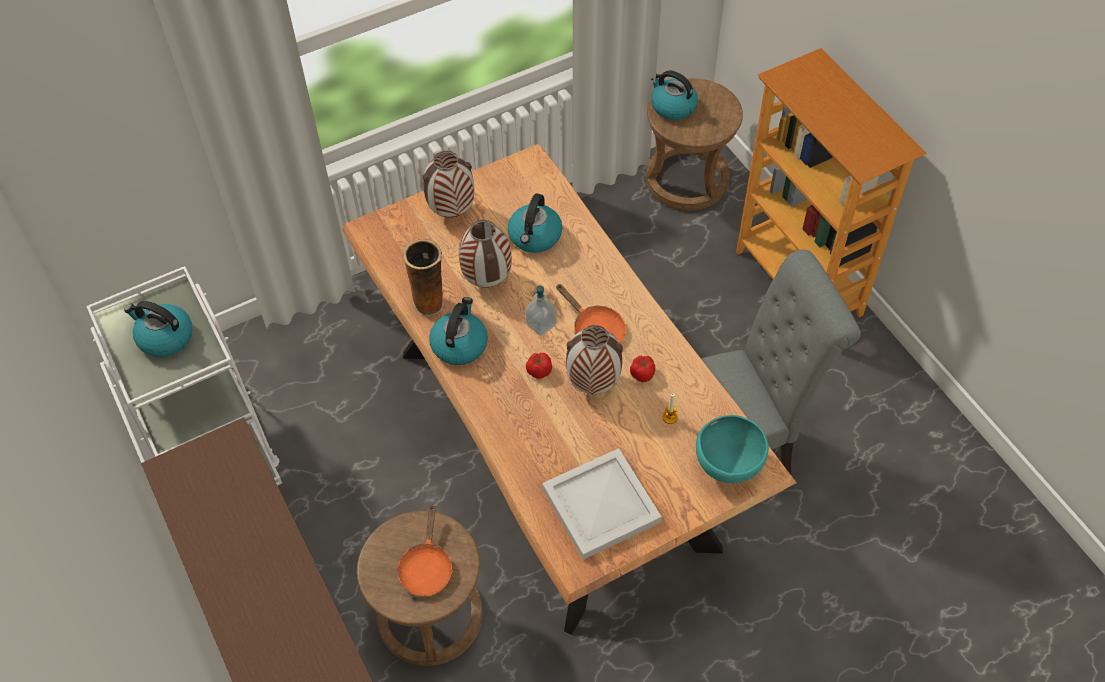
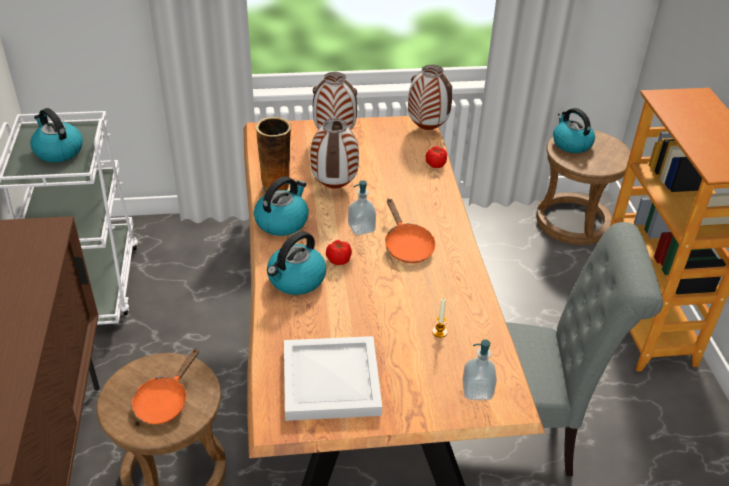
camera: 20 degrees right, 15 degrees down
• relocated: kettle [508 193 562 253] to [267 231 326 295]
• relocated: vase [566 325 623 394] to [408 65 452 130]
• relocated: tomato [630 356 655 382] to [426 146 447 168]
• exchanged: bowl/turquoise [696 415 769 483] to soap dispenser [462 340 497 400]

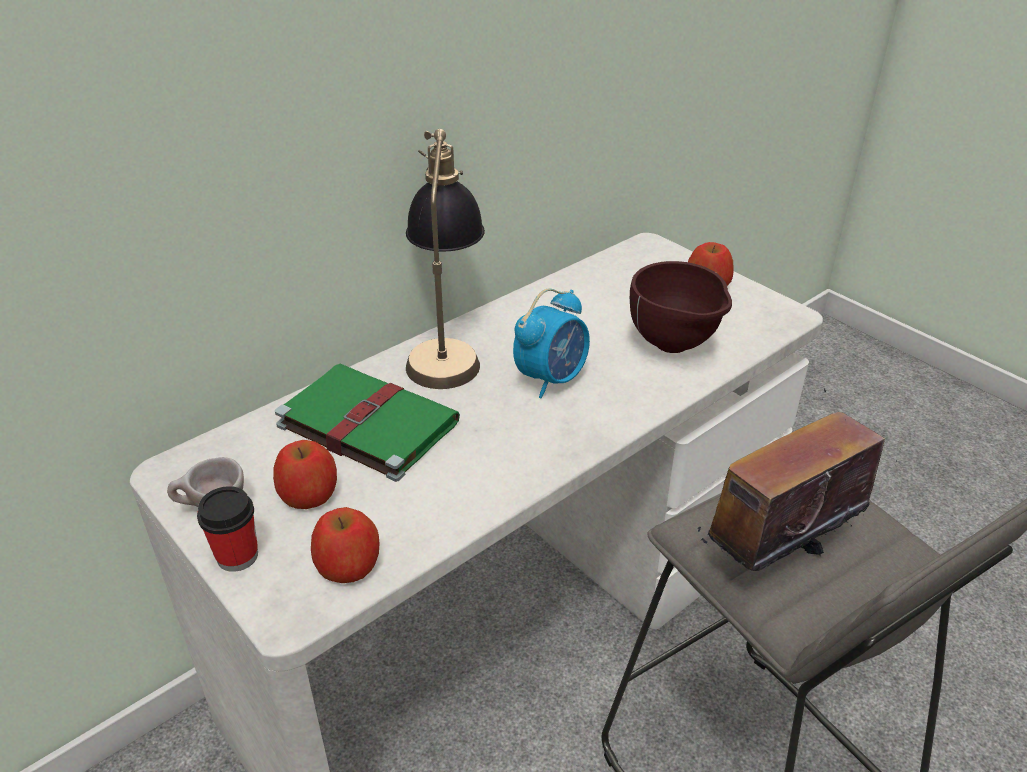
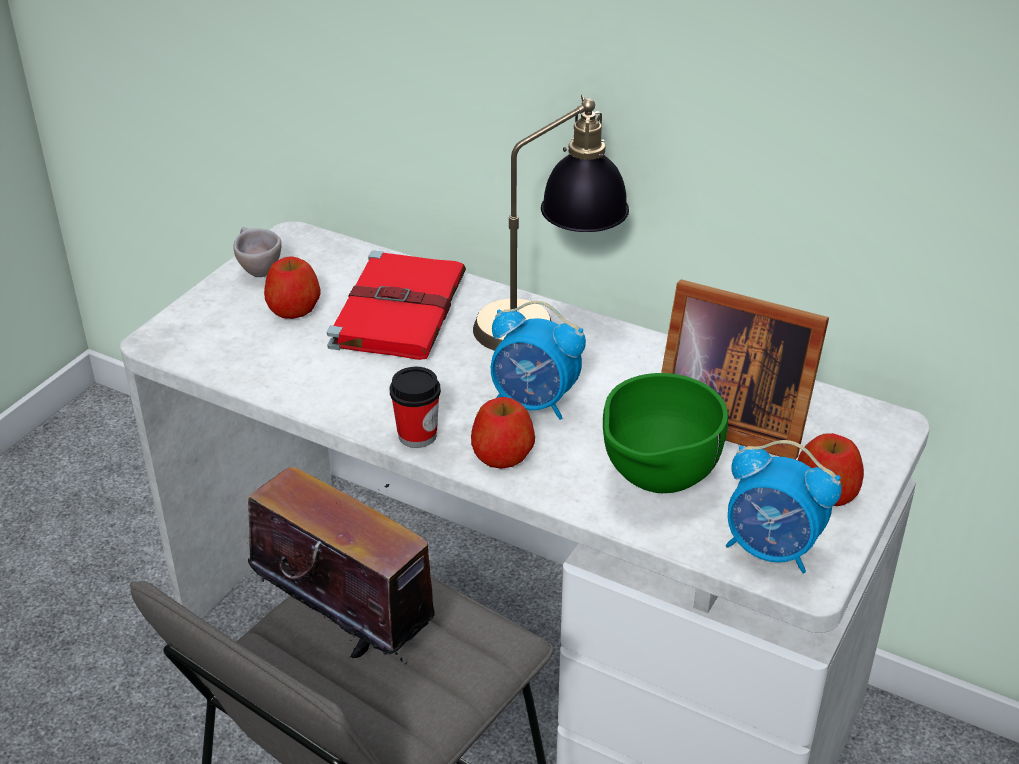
camera: 70 degrees right, 0 degrees up
• colour: bowl/brown [630 261 732 353] to bowl/green [603 373 728 493]
• colour: book/green [275 364 460 482] to book/red [327 250 466 360]
• relocated: cup [197 486 258 572] to [390 367 441 448]
• relocated: apple [311 507 379 583] to [471 397 535 469]
• appeared: picture frame [661 279 829 460]
• appeared: alarm clock [726 440 842 573]

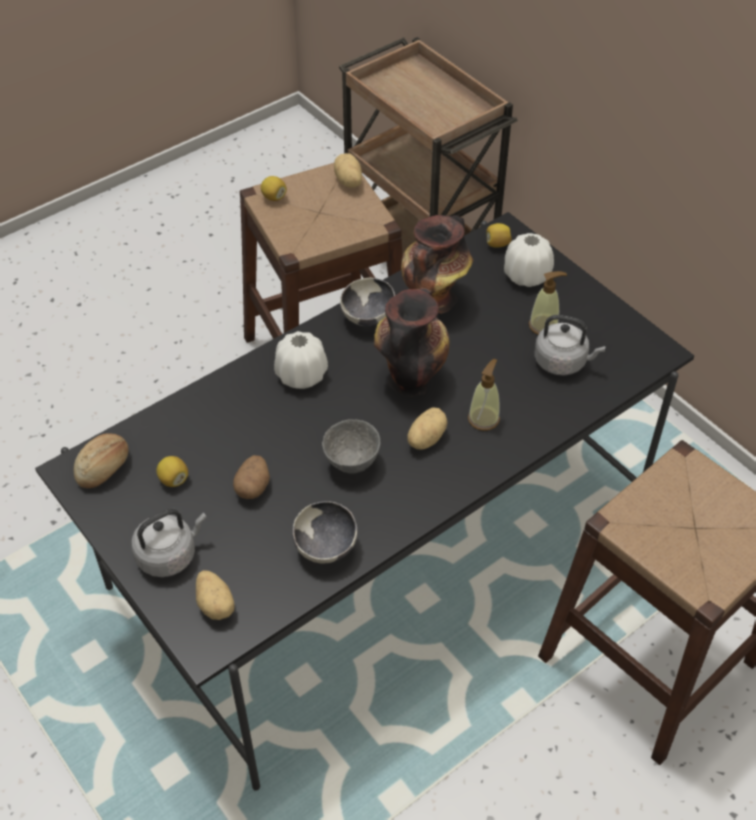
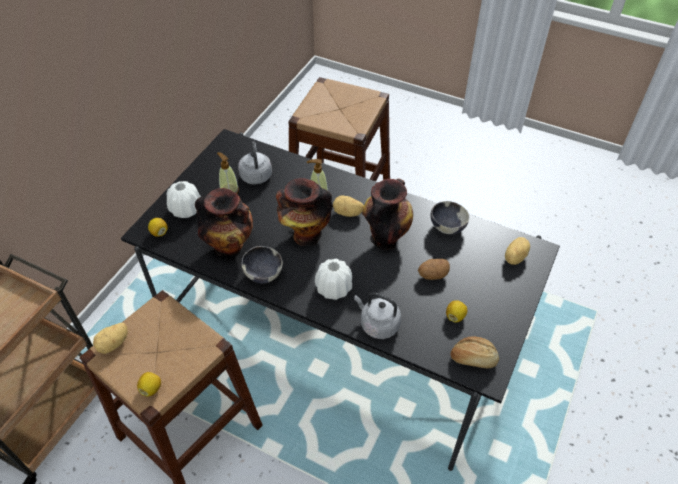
camera: 115 degrees left, 0 degrees up
• exchanged: bowl/grey [322 419 380 474] to vase [362 178 413 250]
• relocated: kettle/grey [132 509 207 577] to [354 292 401 339]

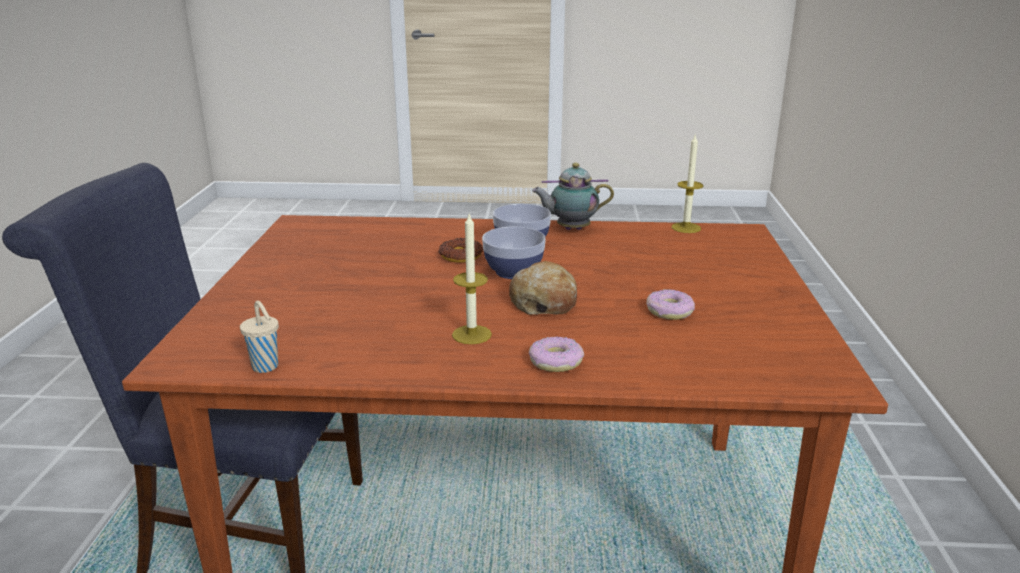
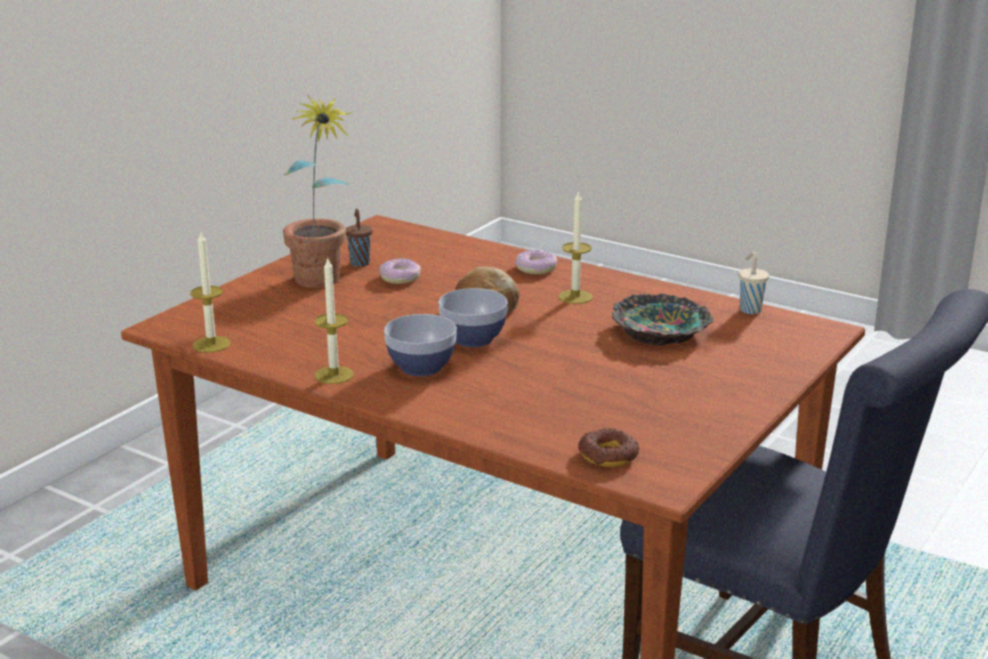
camera: 150 degrees left, 0 degrees up
• exchanged: teapot [532 162 614 230] to candle [314 256 354 384]
• relocated: donut [439 238 483 263] to [578 428 639 467]
• appeared: potted plant [283 95 353 288]
• appeared: cup/brown [346 209 373 267]
• appeared: bowl [612 293 714 346]

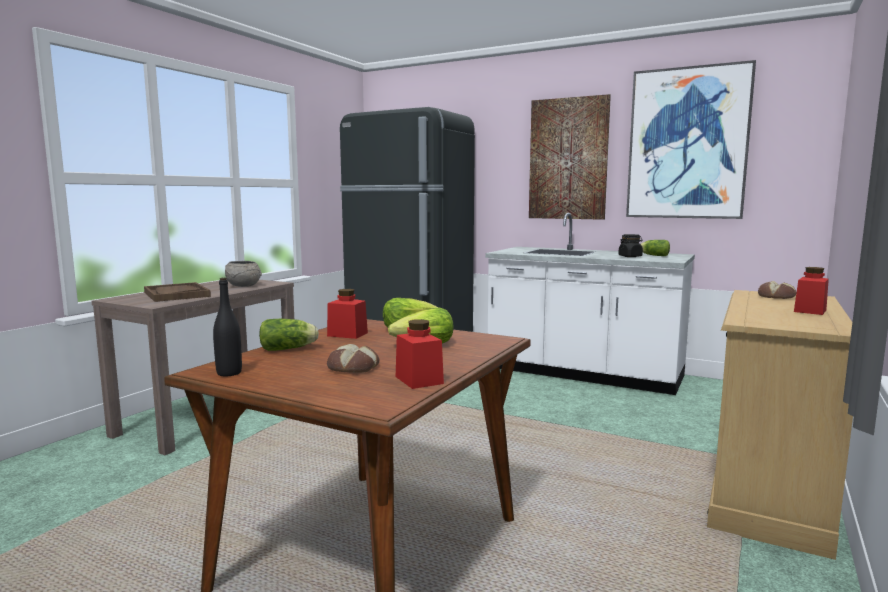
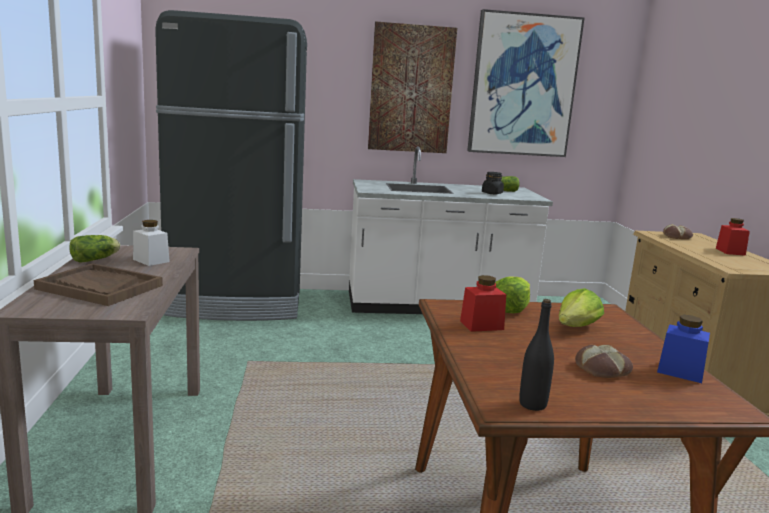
camera: 35 degrees left, 5 degrees up
• exchanged: bowl/grey [225 261 262 287] to jar/white [133 220 170 266]
• relocated: lettuce [259 319 319 351] to [69 235 120 263]
• colour: jar/red [396 319 444 389] to jar/blue [657 315 710 383]

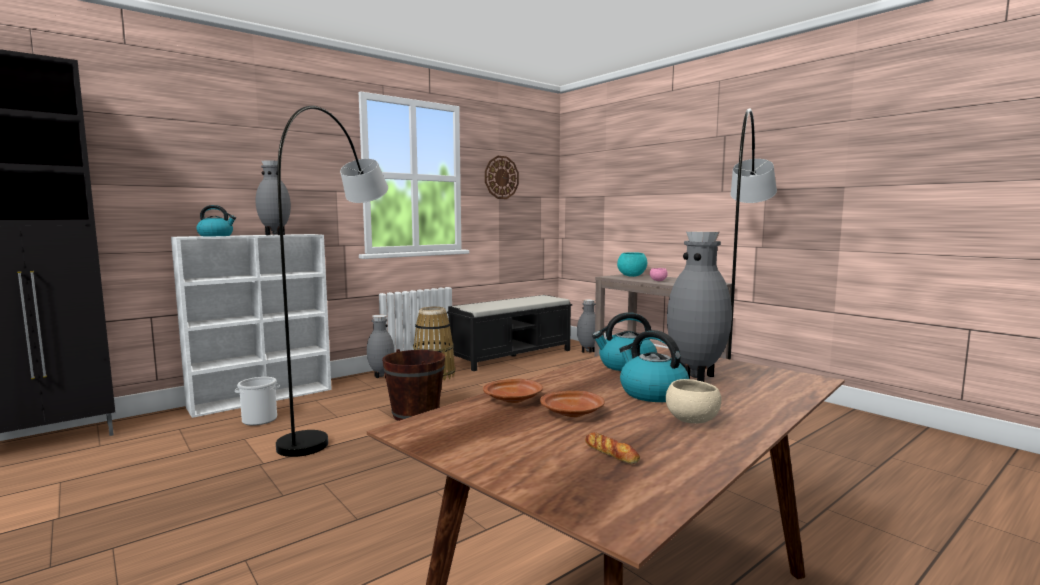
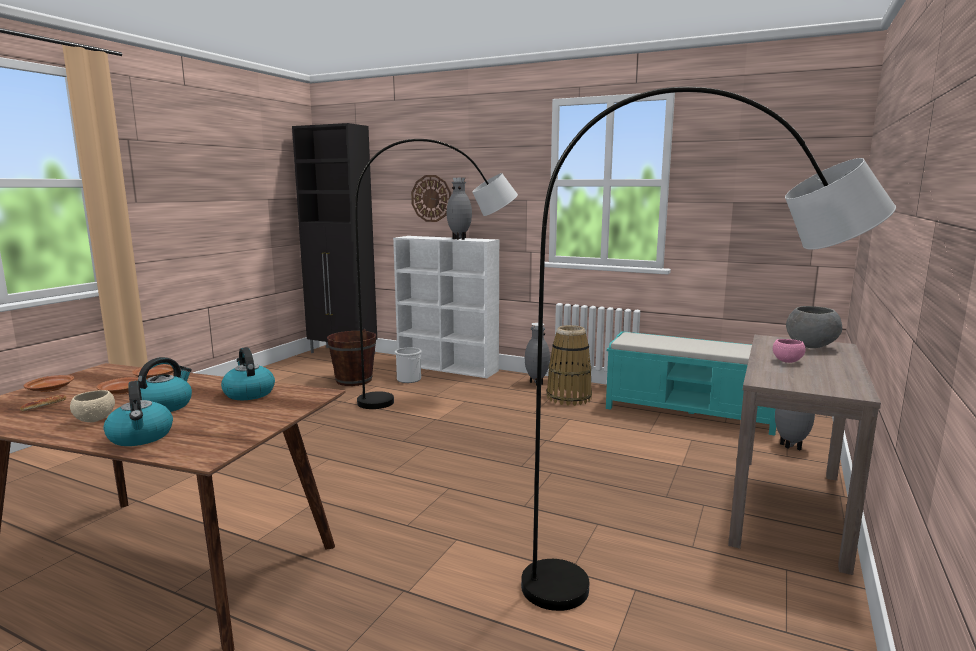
camera: 65 degrees right, 5 degrees up
• relocated: wall clock [485 156 519 199] to [411 175 451 222]
• relocated: kettle [196 205 236 236] to [104 381 173 446]
• missing: vase/grey [667 231 732 382]
• colour: bowl/turquoise [617 252 647 277] to bowl/grey [786 306 842 348]
• colour: bench/black [447 295 572 371] to bench/turquoise [606 331 776 436]
• relocated: bucket/brown [382 349 445 421] to [327 329 376 386]
• appeared: plate/brown [24 375 74 392]

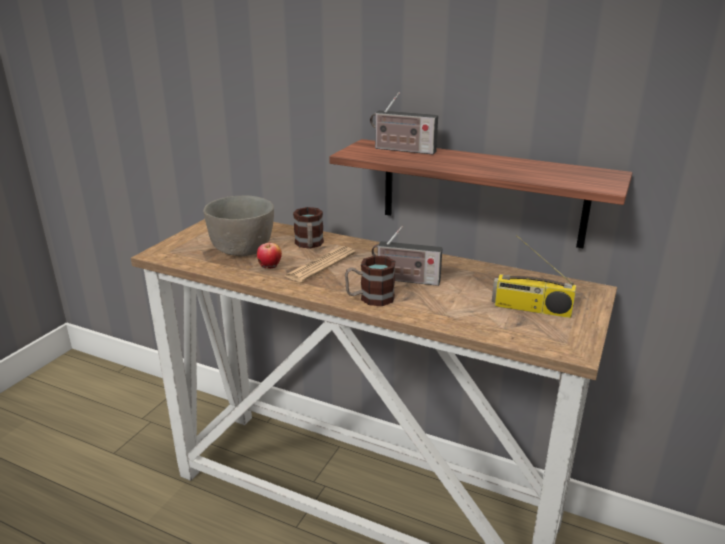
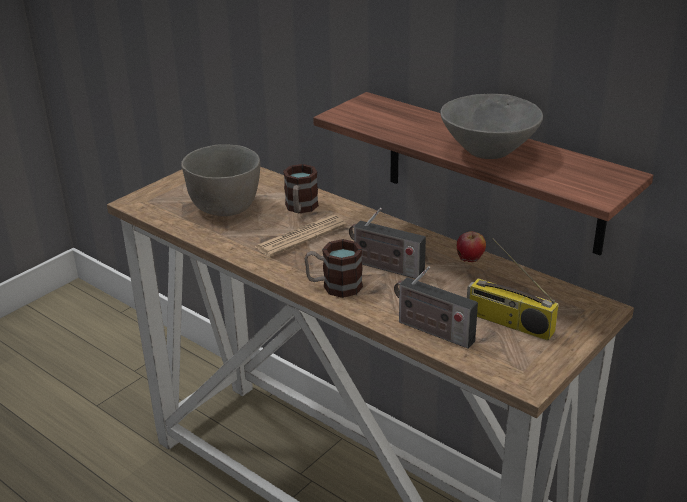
camera: 15 degrees right, 5 degrees up
• relocated: radio [370 92 438 155] to [394 266 478 349]
• relocated: apple [257 243 282 268] to [457 231 486 262]
• appeared: bowl/grey [440 94 543 159]

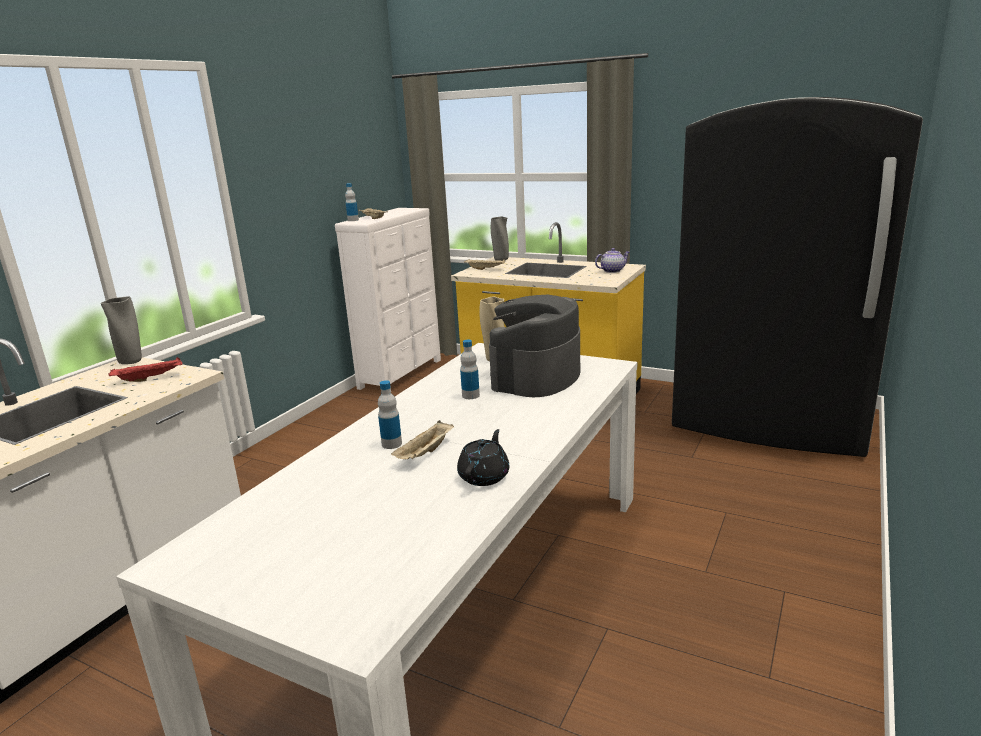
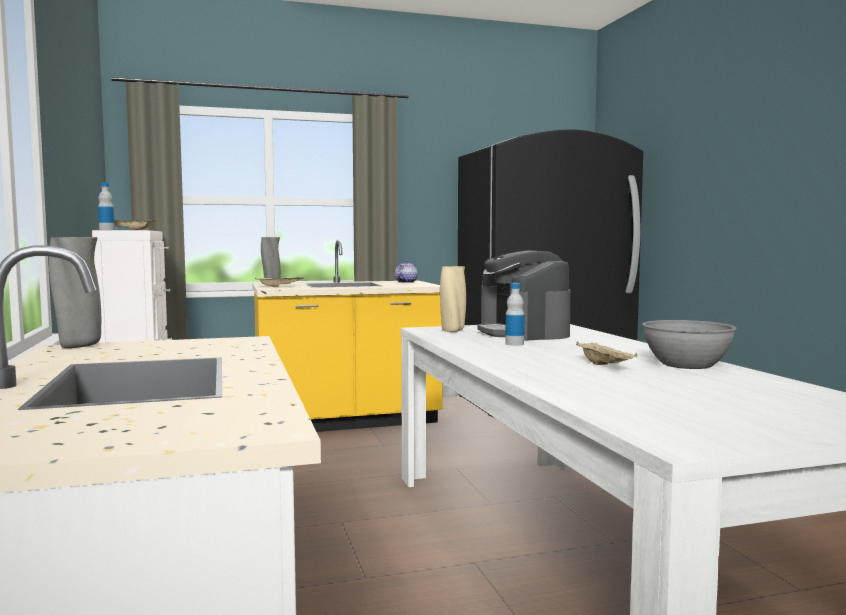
camera: 45 degrees left, 15 degrees down
• missing: tray/red [108 357 183 382]
• missing: bottle [378 380 402 449]
• exchanged: teapot/black [457 429 510 486] to bowl/grey [642 320 737 369]

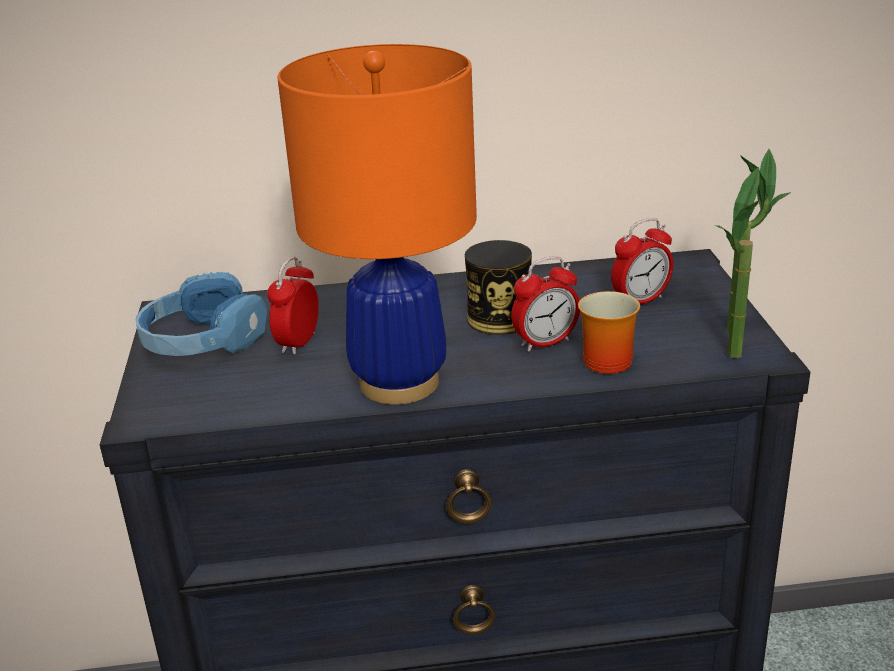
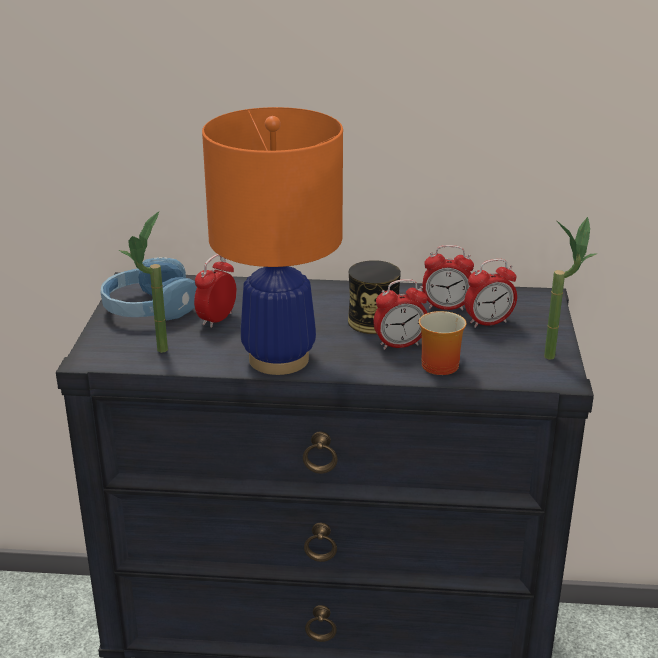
camera: 10 degrees right, 0 degrees up
• relocated: potted plant [714 167 760 358] to [119 211 168 353]
• appeared: alarm clock [422 245 474 311]

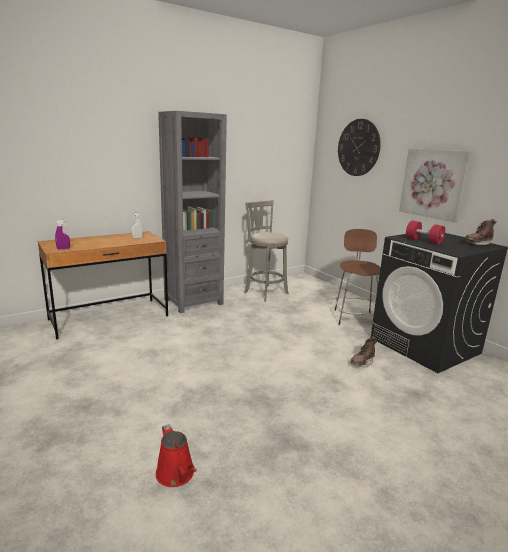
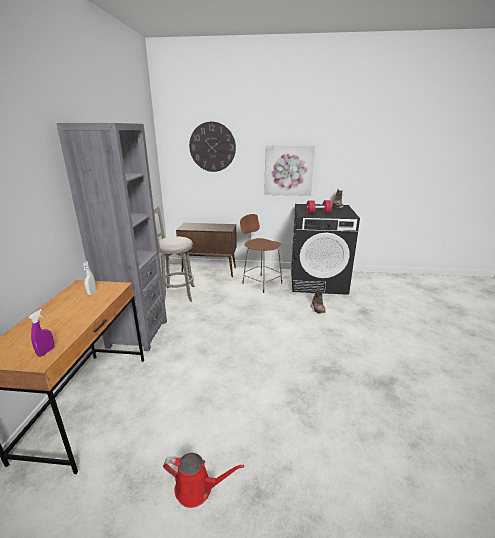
camera: 50 degrees left, 5 degrees up
• relocated: watering can/red [156 424 197 487] to [163 453 244 508]
• appeared: cabinet/brown [176 223 237 277]

